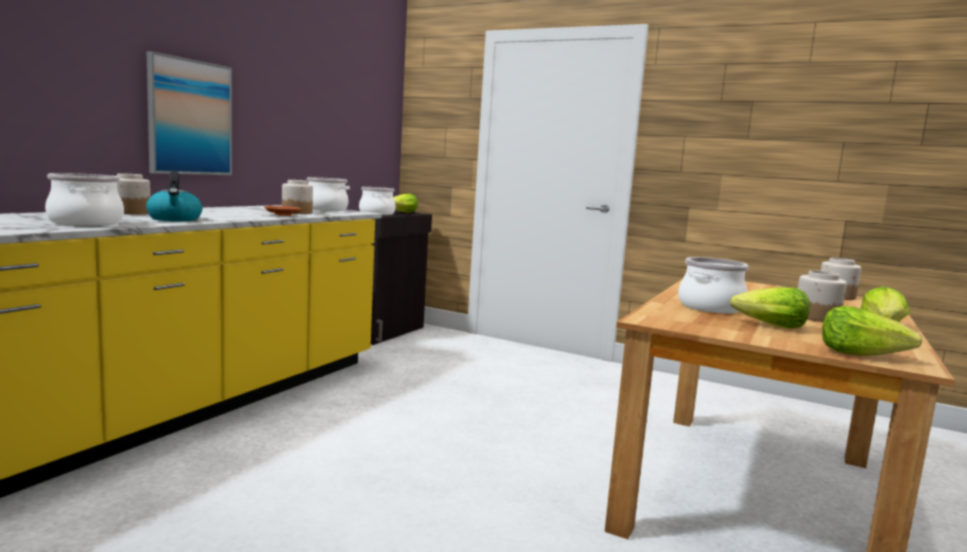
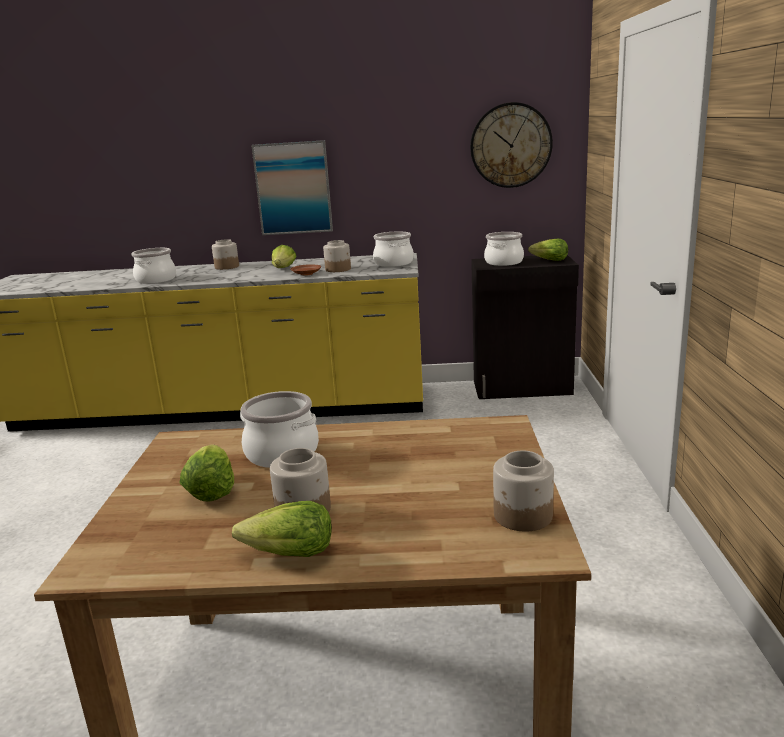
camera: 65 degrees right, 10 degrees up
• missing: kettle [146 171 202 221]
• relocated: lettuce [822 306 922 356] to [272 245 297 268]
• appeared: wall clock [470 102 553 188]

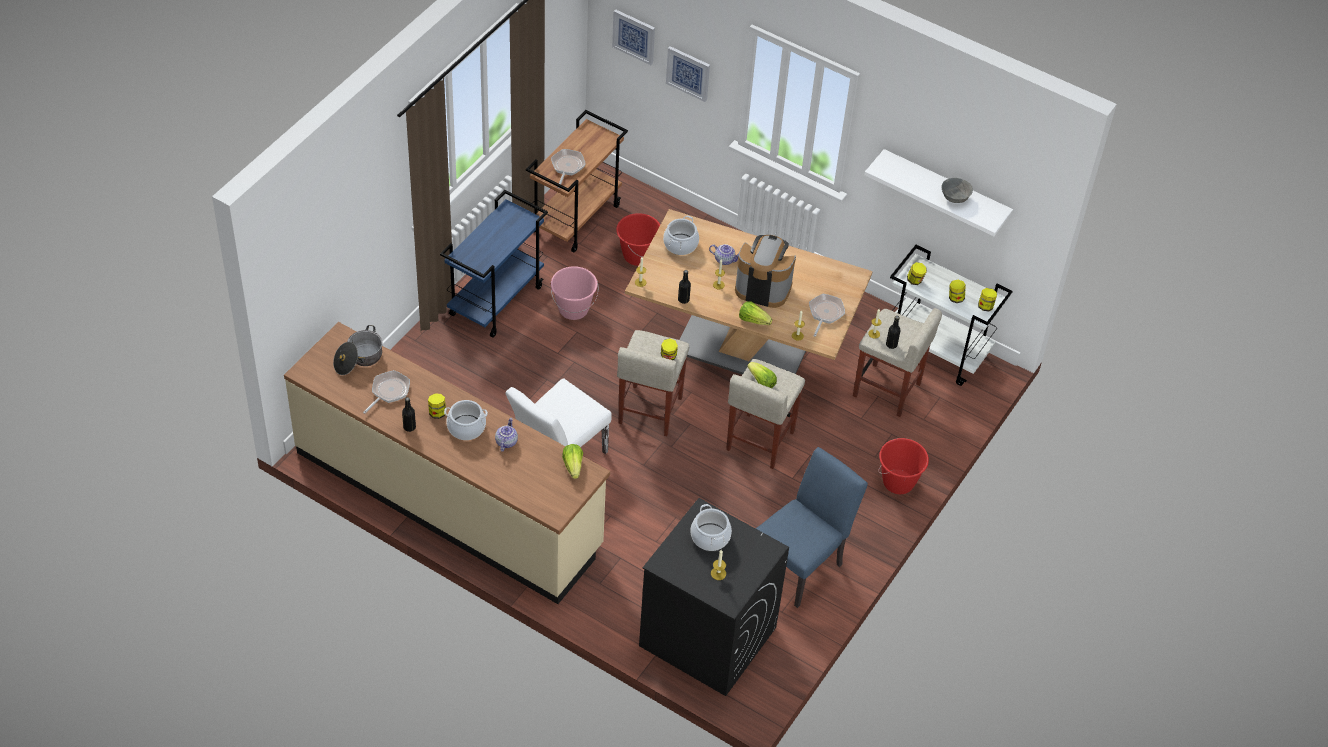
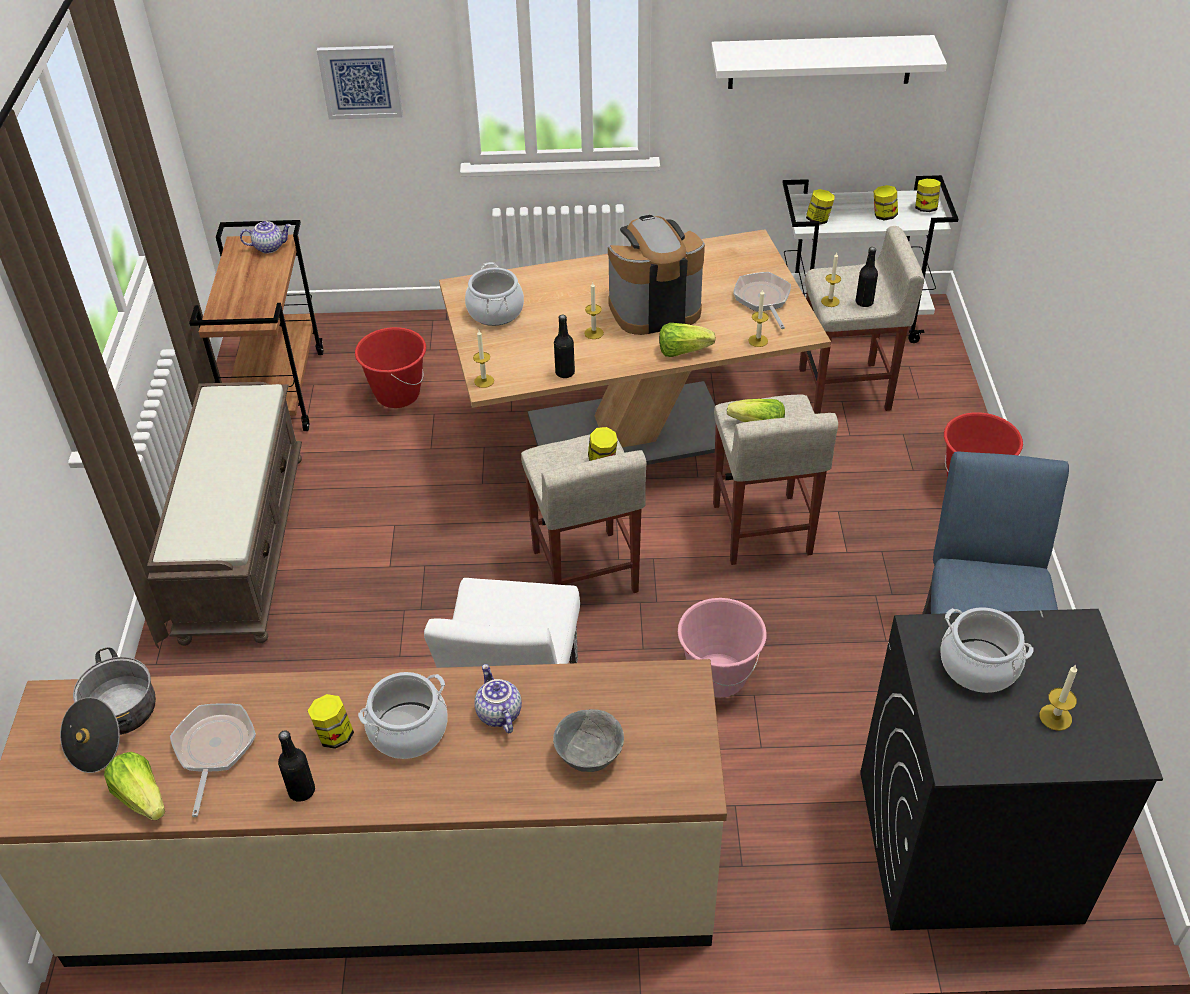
camera: 30 degrees left, 5 degrees down
• missing: picture [612 9 655 65]
• missing: frying pan [551 149 586 188]
• relocated: bowl/grey [941 178 973 203] to [553 709 624 772]
• exchanged: cart/blue [440 190 548 338] to bench/brown [147 382 302 646]
• relocated: teapot [709 244 739 265] to [240 221 292 254]
• relocated: bucket/pink [551 266 599 320] to [678 598 767 698]
• relocated: lettuce [562 444 583 479] to [104 752 165 820]

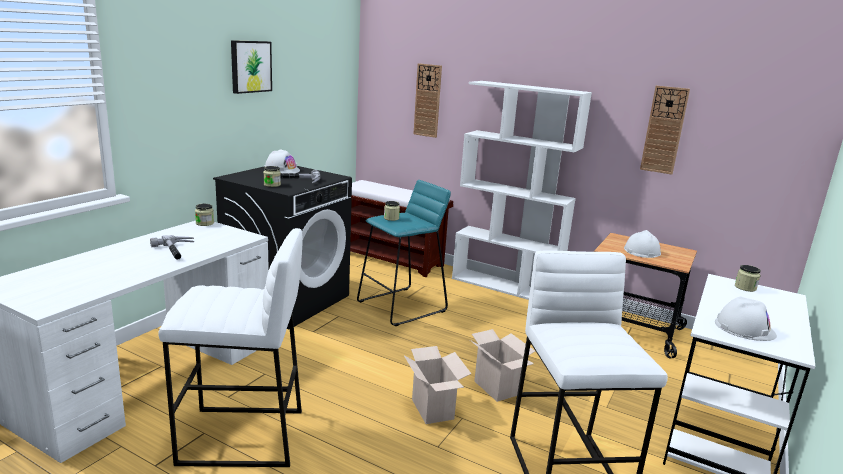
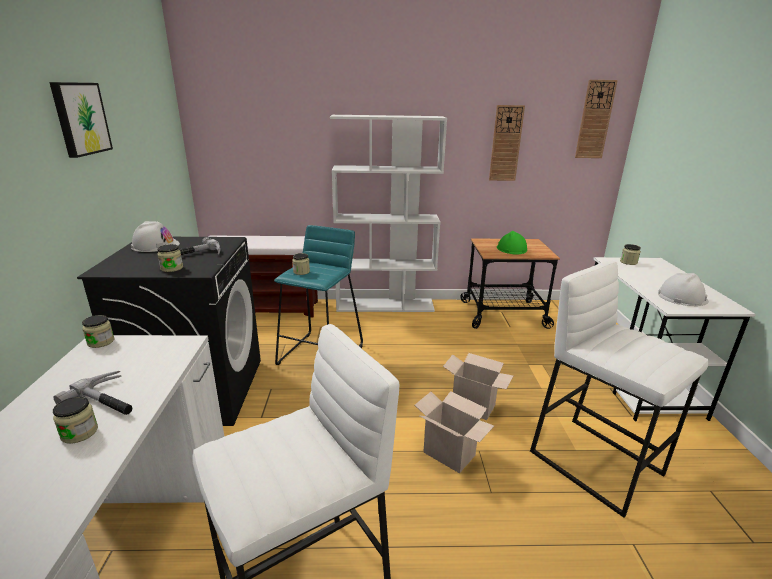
camera: 30 degrees left, 5 degrees up
• relocated: wall clock [414 63 442 138] to [575 80 618 158]
• colour: hard hat/white [624 230 661 258] to hard hat/green [497 231 527 254]
• appeared: jar [53 397 98 444]

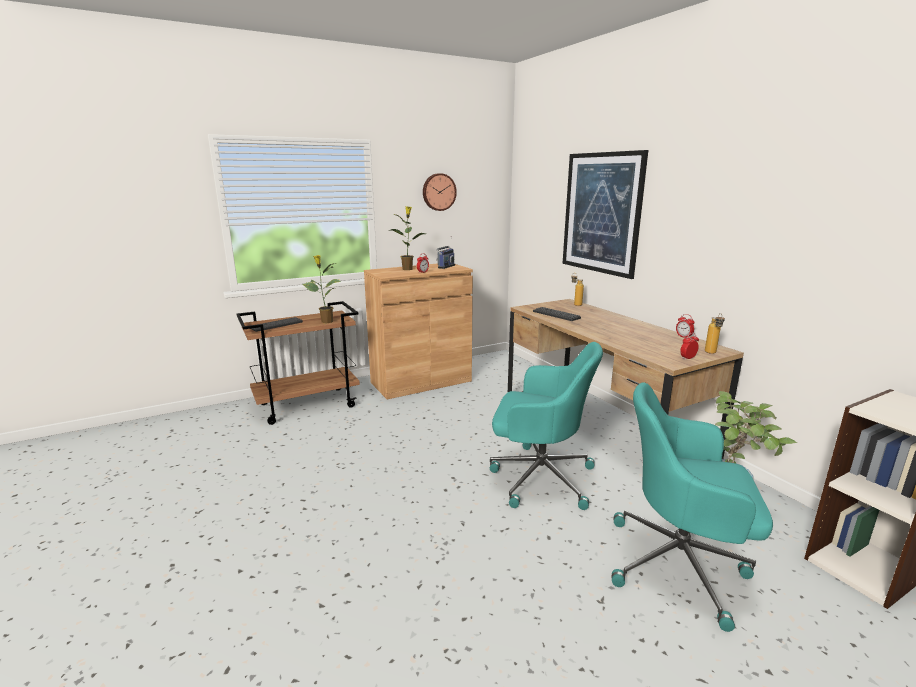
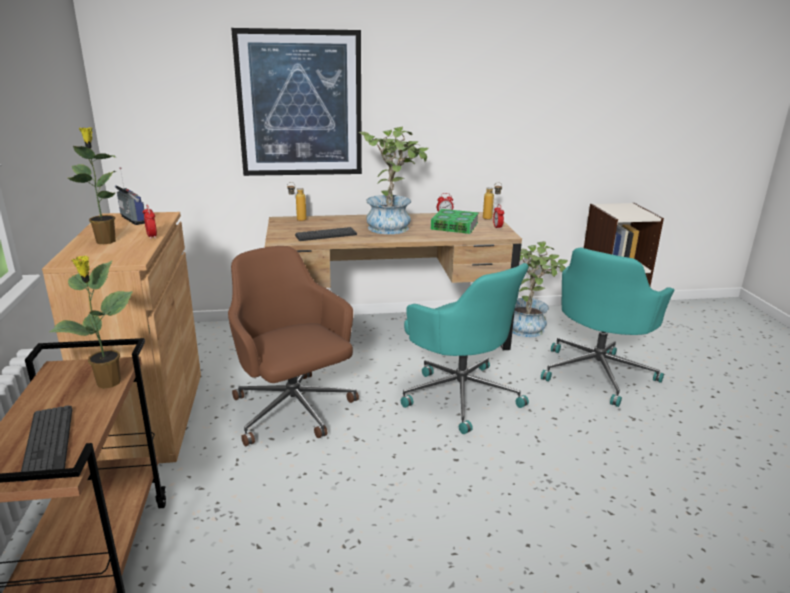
camera: 70 degrees left, 5 degrees up
• missing: wall clock [423 173 457 211]
• spun: office chair/turquoise [490 342 603 510] = [401 263 529 434] 105 degrees clockwise
• appeared: potted plant [358 127 429 234]
• appeared: book [431 209 478 234]
• appeared: office chair/brown [228 246 359 446]

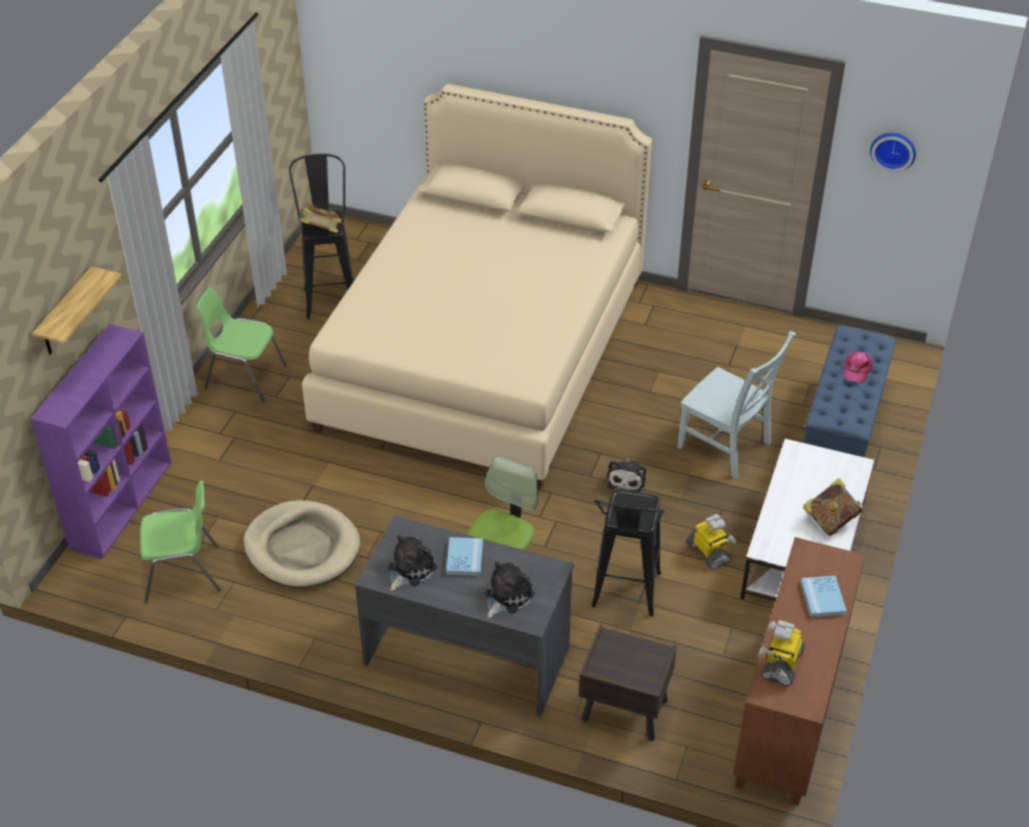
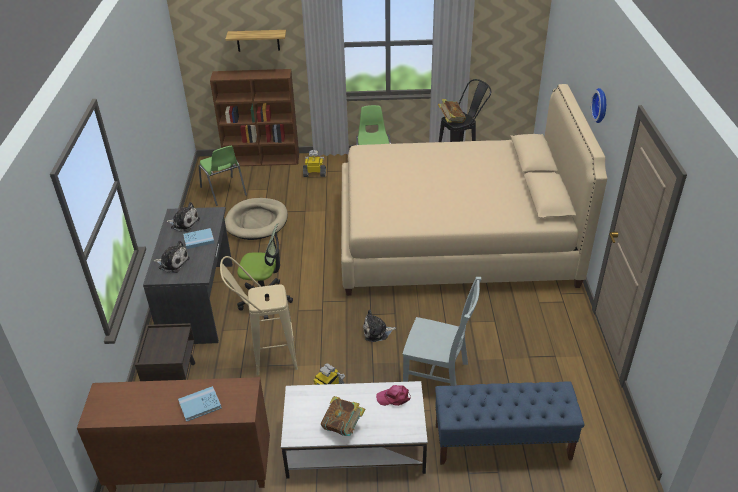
camera: 70 degrees right, 5 degrees down
• relocated: wall clock [870 133 916 172] to [591 88 606 123]
• colour: bookcase/purple [30 324 172 559] to bookcase/brown [210 69 299 167]
• spun: chair/grey [677 331 796 479] = [402 277 481 386] 90 degrees counterclockwise
• relocated: cap/pink [844 352 873 383] to [376 385 411 406]
• colour: stool/black [591 490 664 617] to stool/beige [220 256 298 375]
• relocated: toy robot [759 620 805 686] to [303 150 326 177]

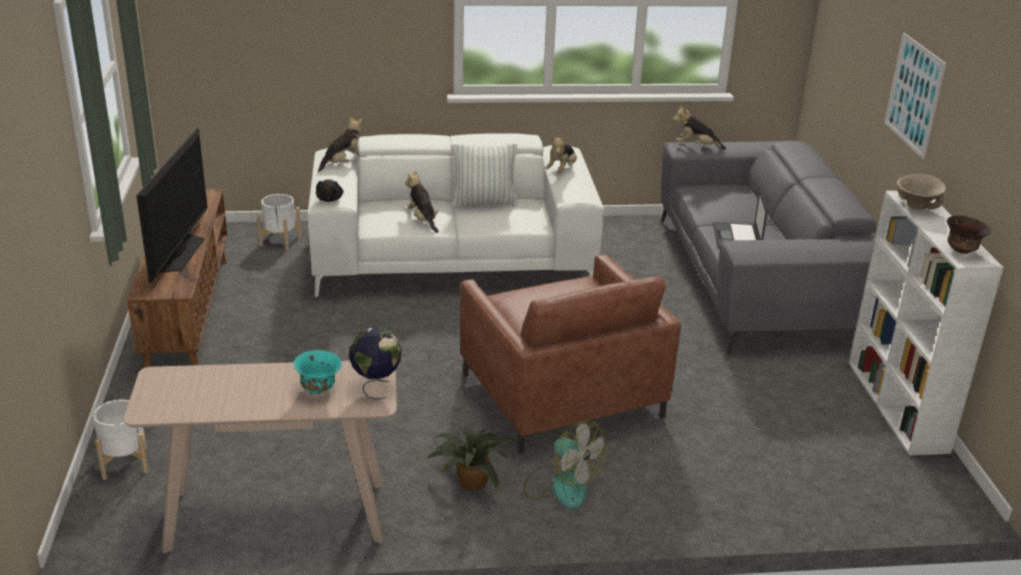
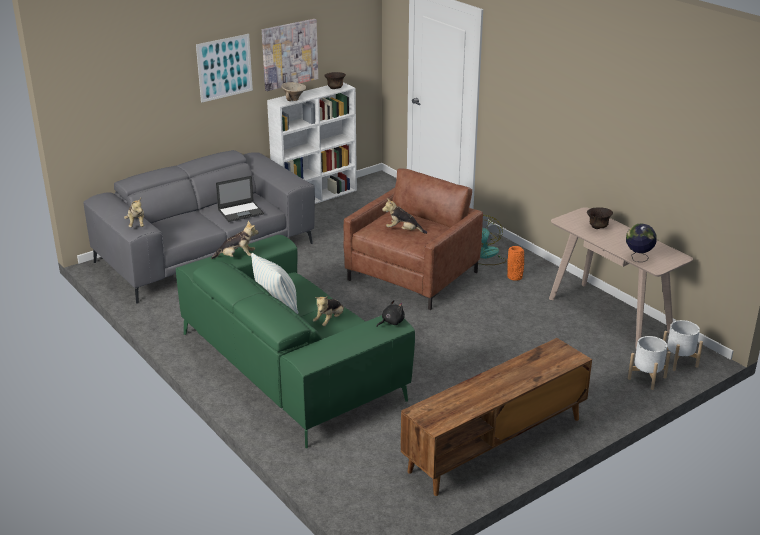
camera: 120 degrees left, 0 degrees up
• relocated: plush toy [318 116 363 172] to [382 198 427 234]
• missing: television [136 128 208 283]
• colour: sofa/white [308 133 604 297] to sofa/green [176 235 415 448]
• relocated: planter/white [257 194 301 251] to [663 320 703 371]
• relocated: globe [349 327 401 399] to [626 223 657 262]
• colour: bowl/turquoise [294 350 342 394] to bowl/brown [587 207 613 229]
• exchanged: potted plant [427 427 515 491] to vase/orange [507 246 524 281]
• appeared: picture [262 19 318 91]

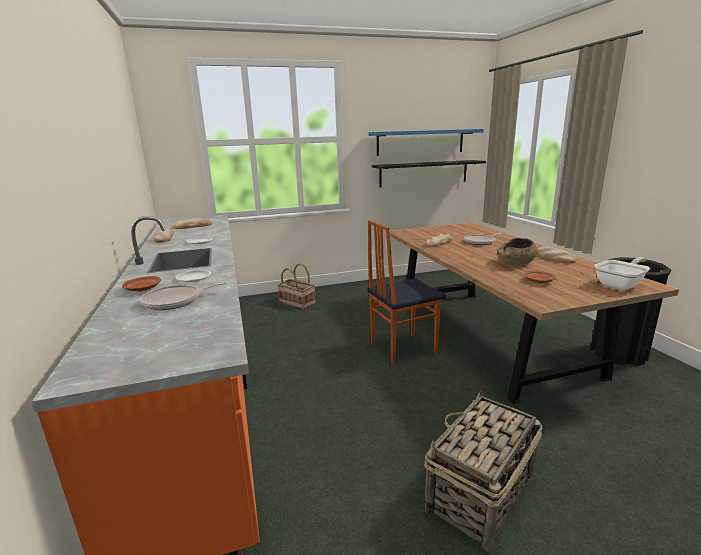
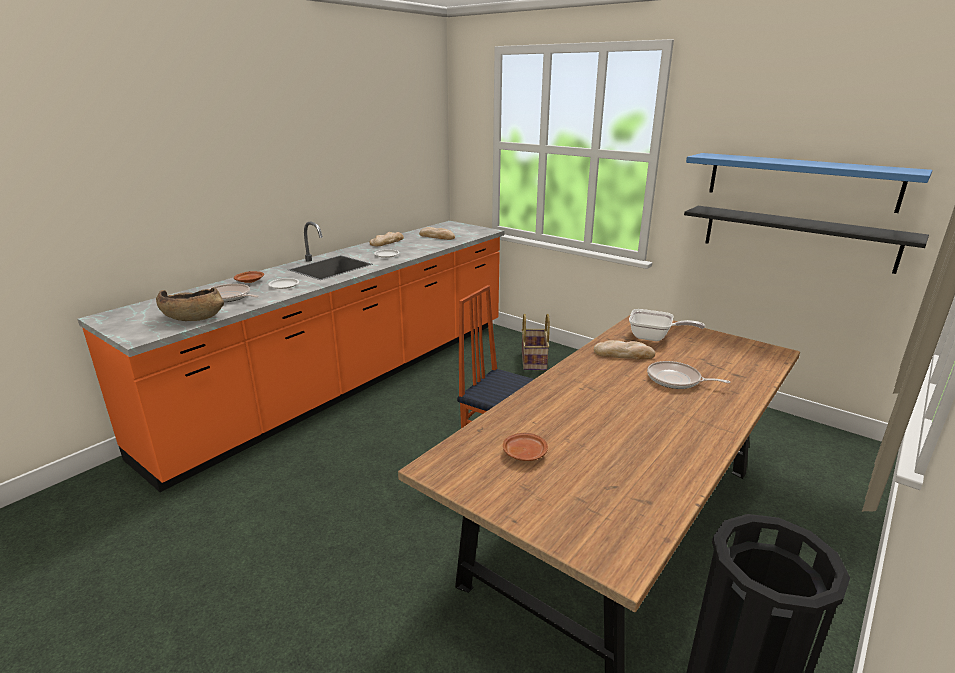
camera: 55 degrees right, 5 degrees up
• relocated: bowl/brown [497 238 537 265] to [156 287 224 321]
• missing: bread [536 246 576 264]
• relocated: frying pan [594 257 650 290] to [629 309 705 341]
• missing: basket [424 390 543 552]

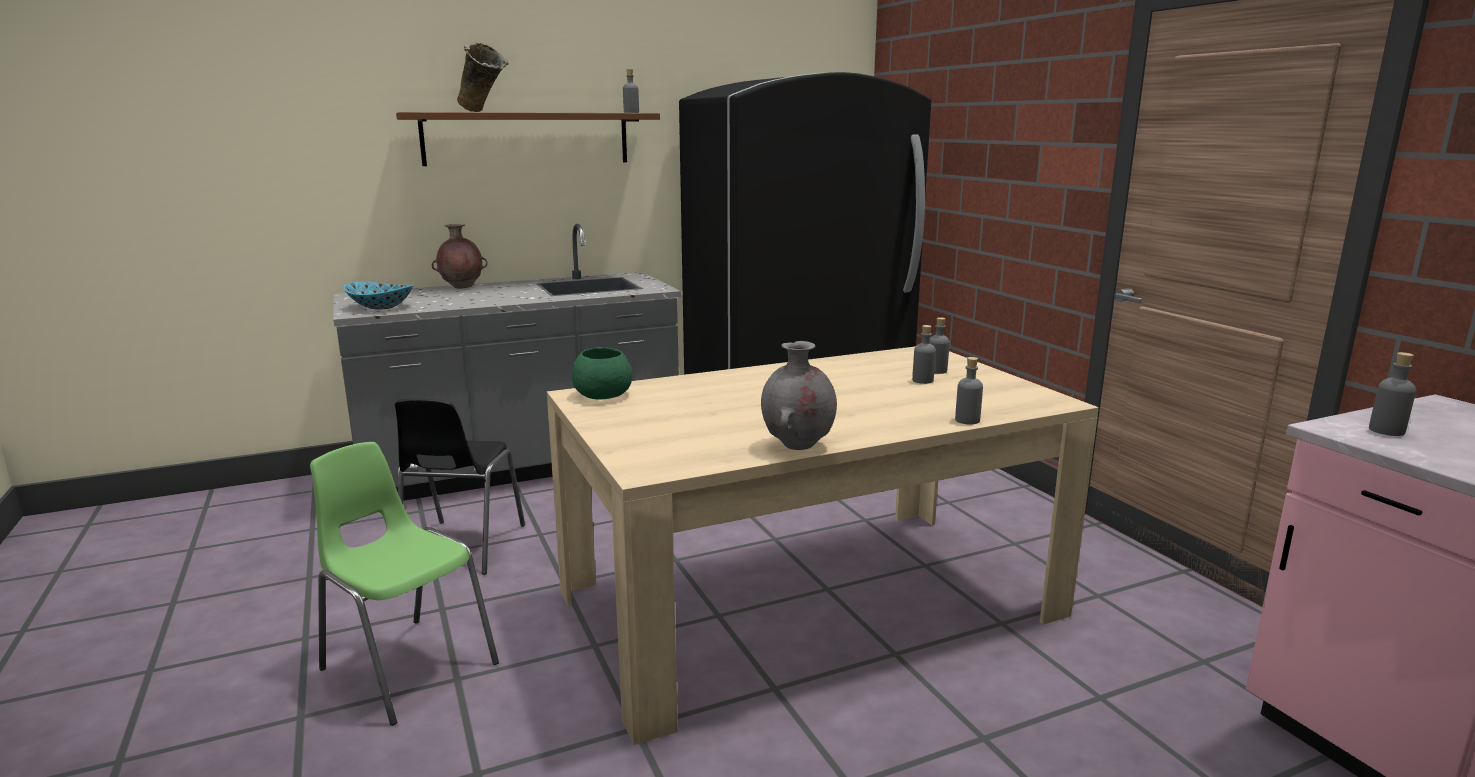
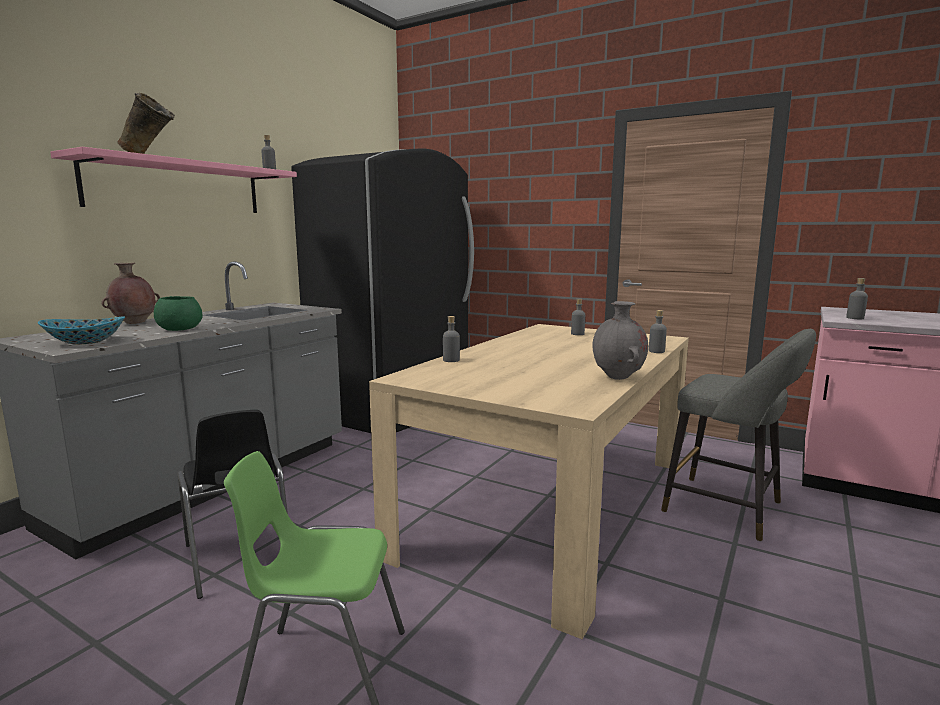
camera: 35 degrees left, 5 degrees down
• colour: shelf/brown [396 112 660 166] to shelf/pink [50 147 297 213]
• relocated: bottle/grey [912 325 936 384] to [443 316 460 362]
• relocated: bowl/green [572 347 632 400] to [154 296 202 331]
• appeared: stool/grey [661 329 816 542]

